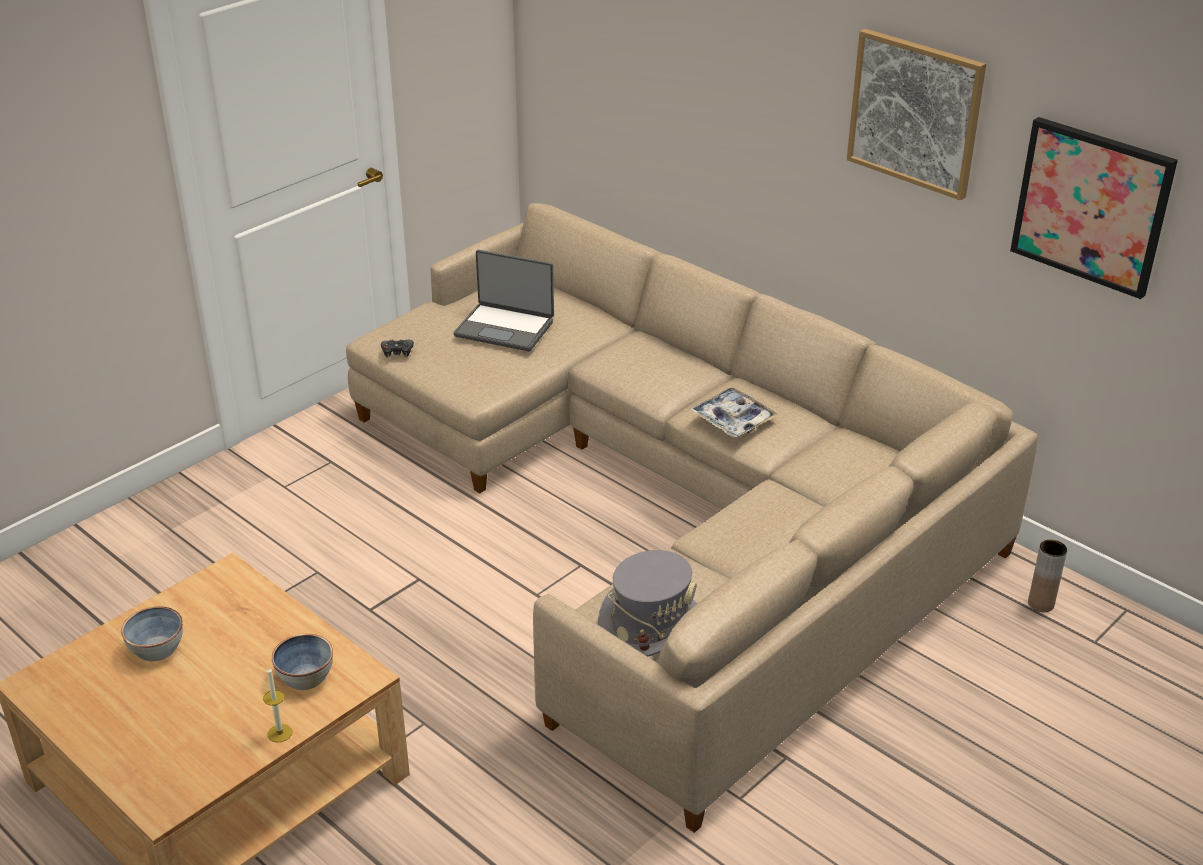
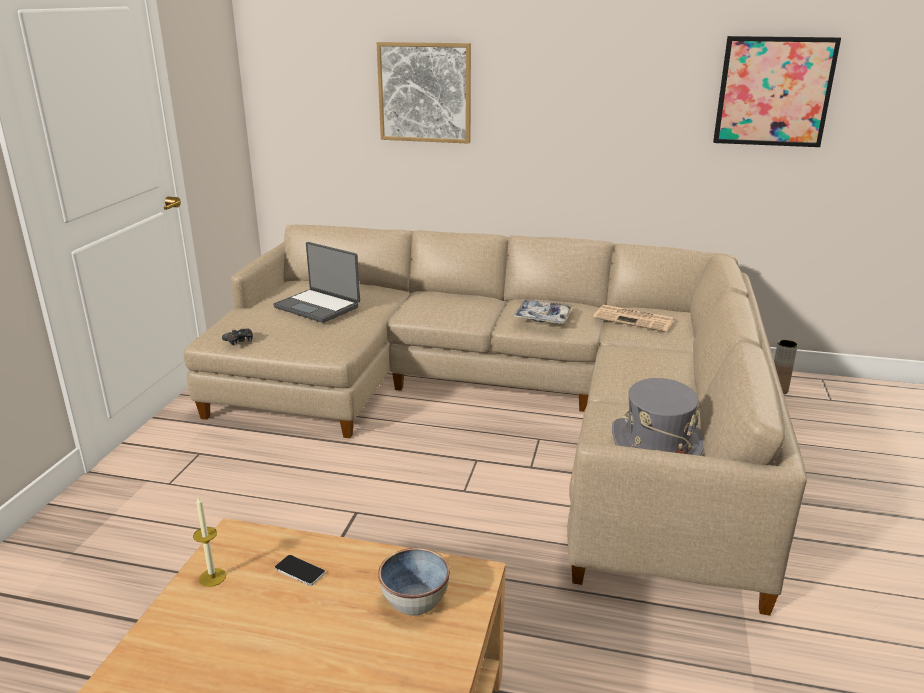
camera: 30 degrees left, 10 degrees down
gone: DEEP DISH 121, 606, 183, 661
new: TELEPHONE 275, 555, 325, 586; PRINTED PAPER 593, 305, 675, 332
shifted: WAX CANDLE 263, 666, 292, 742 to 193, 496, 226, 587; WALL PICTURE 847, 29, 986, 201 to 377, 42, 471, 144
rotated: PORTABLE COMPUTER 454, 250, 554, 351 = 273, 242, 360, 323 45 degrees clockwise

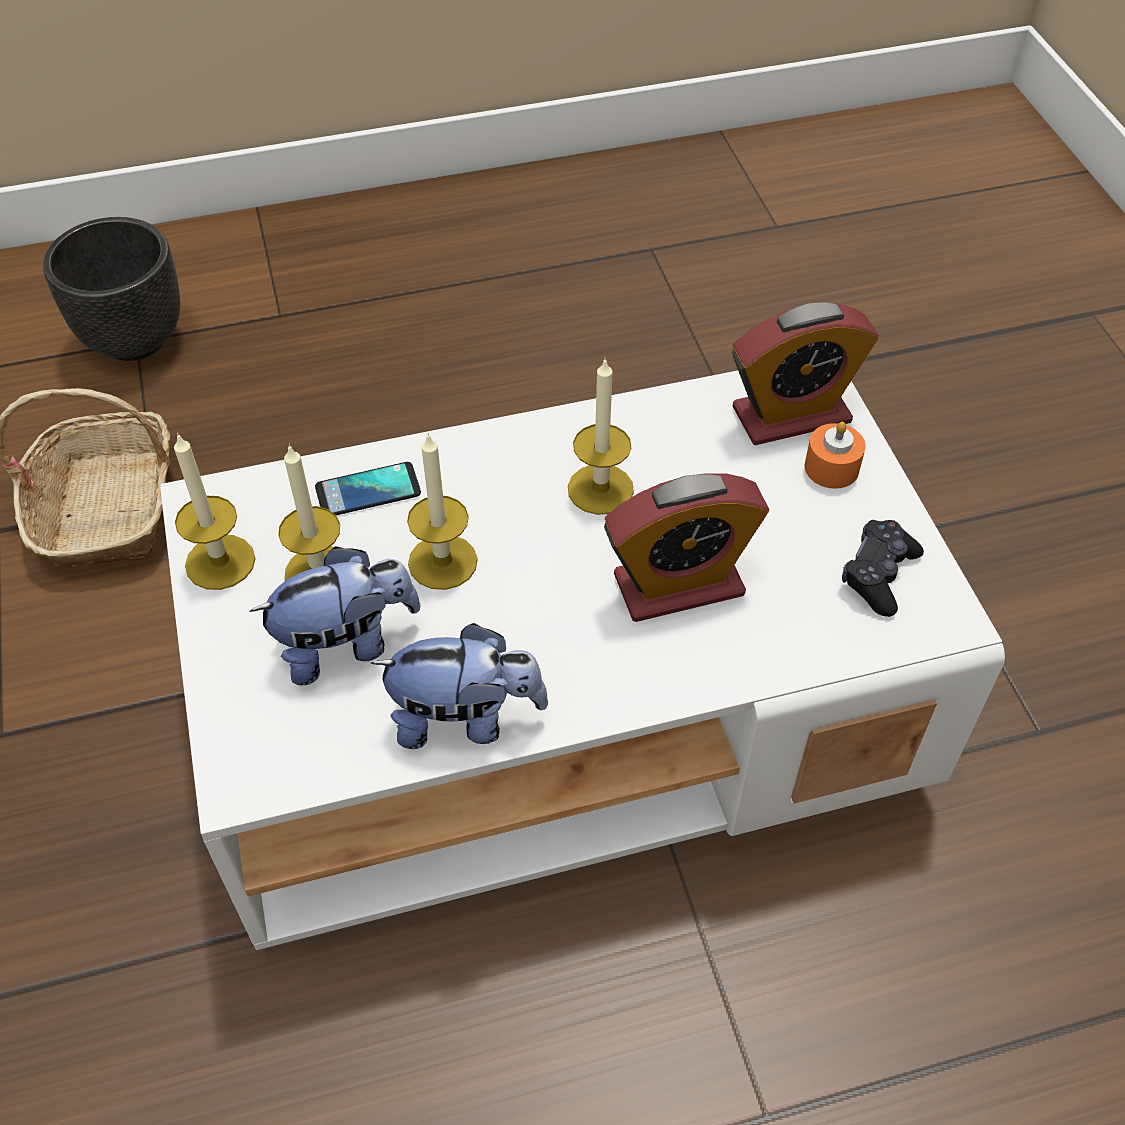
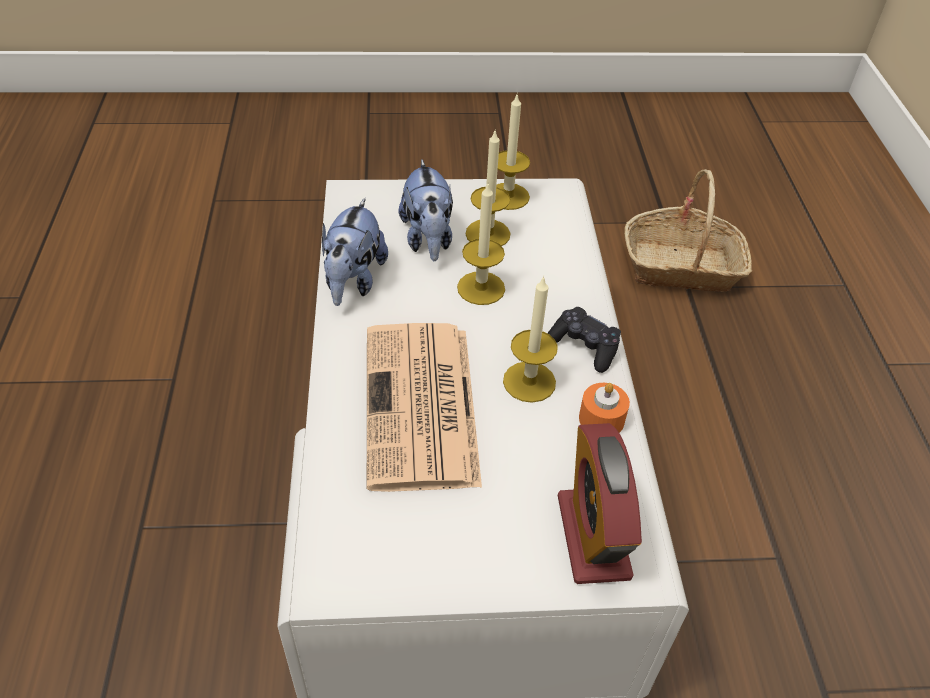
camera: 100 degrees right, 5 degrees down
gone: BLACKISH PLANTER 43, 217, 180, 361; TELEPHONE 315, 462, 421, 515
shifted: ORANGEY WAX CANDLE 805, 422, 866, 489 to 579, 383, 630, 433; BLACKISH GAME CONTROLLER 842, 520, 924, 617 to 548, 307, 621, 373
swapped: TABLE CLOCK 604, 473, 769, 622 to PRINTED PAPER 367, 323, 482, 492

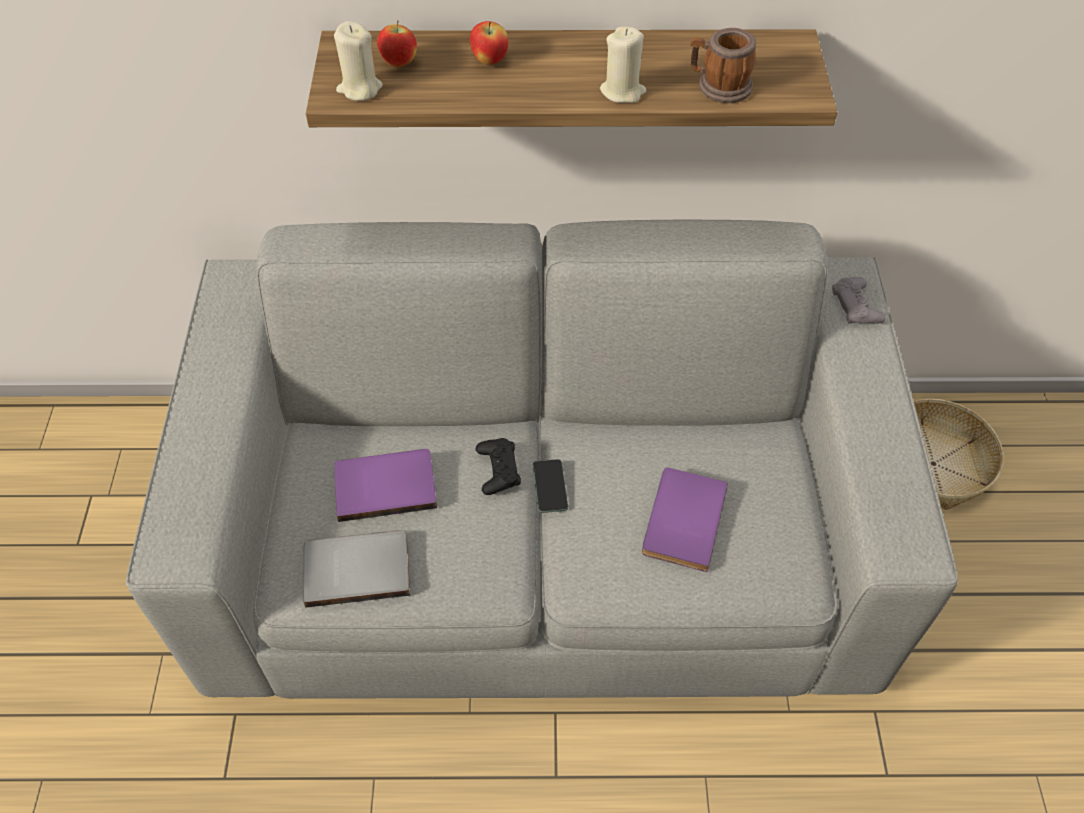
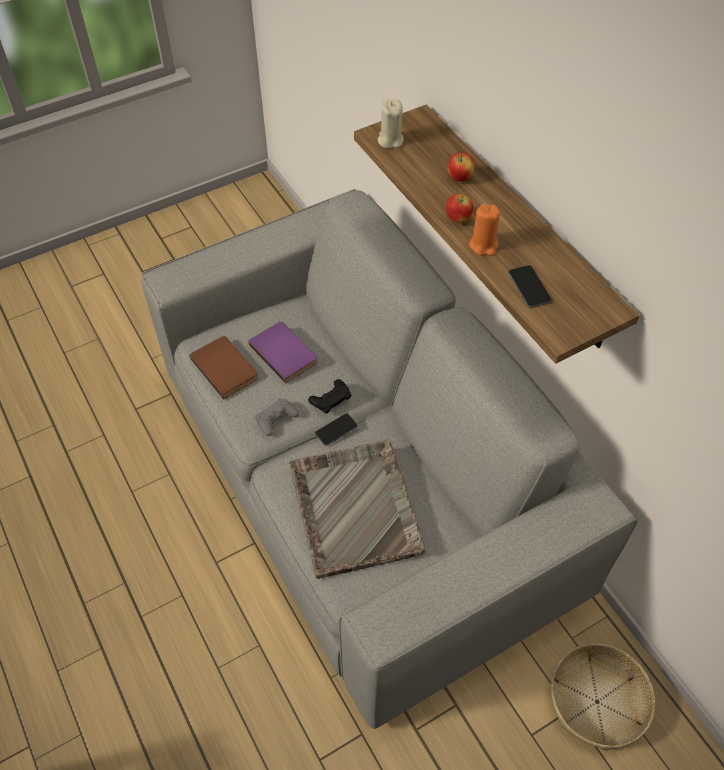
camera: 60 degrees right, 0 degrees up
shifted: APPLE 377, 21, 417, 67 to 446, 194, 473, 223; GREYISH GAME CONTROLLER 832, 277, 886, 324 to 255, 398, 299, 436
swapped: PURPLISH BOUND BOOK 642, 468, 728, 572 to GREYISH TRAY 289, 440, 426, 579; COFFEE MUG 690, 28, 756, 103 to TELEPHONE 508, 265, 552, 308
repainted: GREYISH BOUND BOOK 303, 530, 410, 608 to BROWN-COLOURED BOUND BOOK 189, 336, 258, 399; BEIGE-COLOURED WAX CANDLE 600, 27, 646, 103 to ORANGEY WAX CANDLE 469, 204, 500, 256

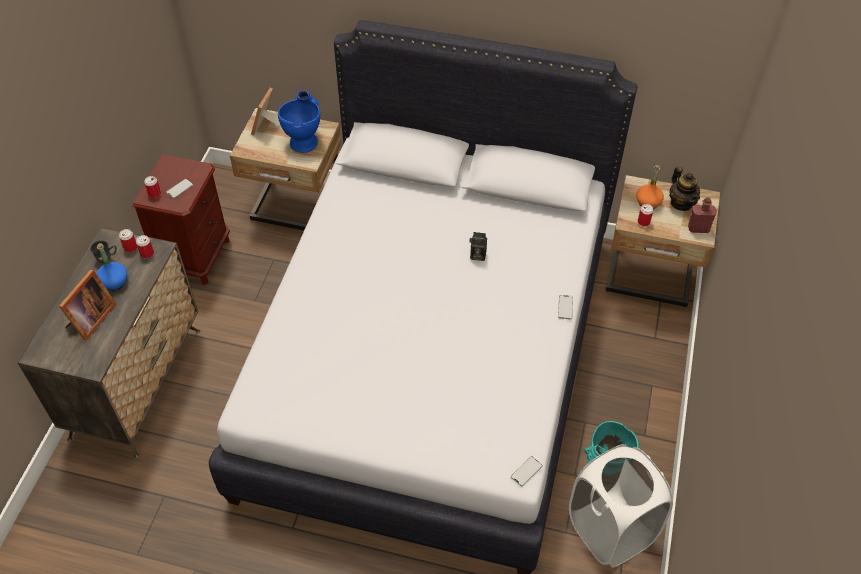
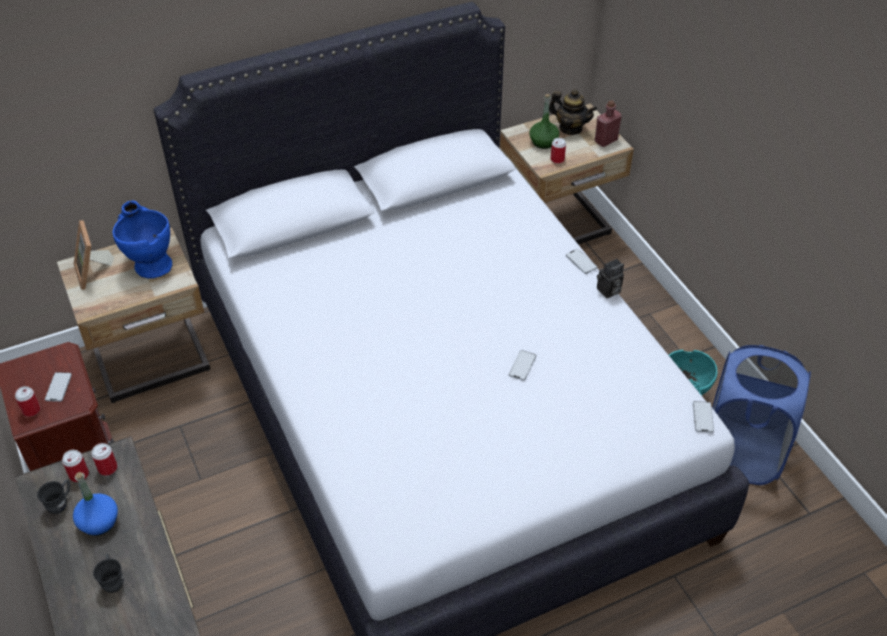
camera: 40 degrees left, 5 degrees down
new: TELEPHONE 509, 350, 536, 381
shifted: STILL CAMERA 469, 232, 487, 261 to 597, 259, 624, 298
swapped: STANDING FRAME 59, 269, 116, 340 to GREYISH COFFEE MUG 93, 554, 124, 593
repainted: WHITE-COLOURED WASHING BASKET 569, 444, 673, 568 to BLUISH WASHING BASKET 712, 345, 811, 485; ORANGEY DRINK BOTTLE 636, 165, 664, 209 to GREEN DRINK BOTTLE 530, 94, 559, 149

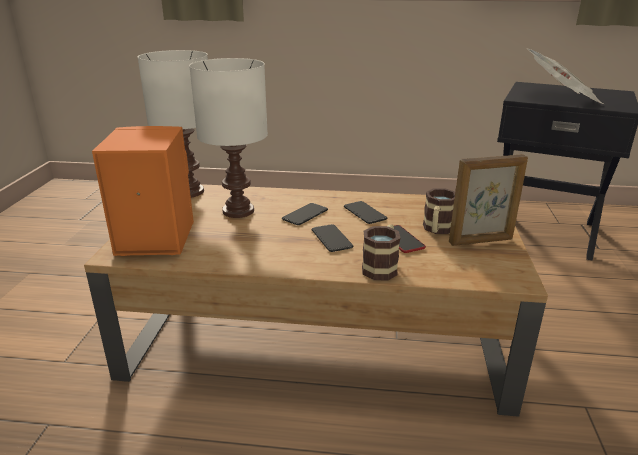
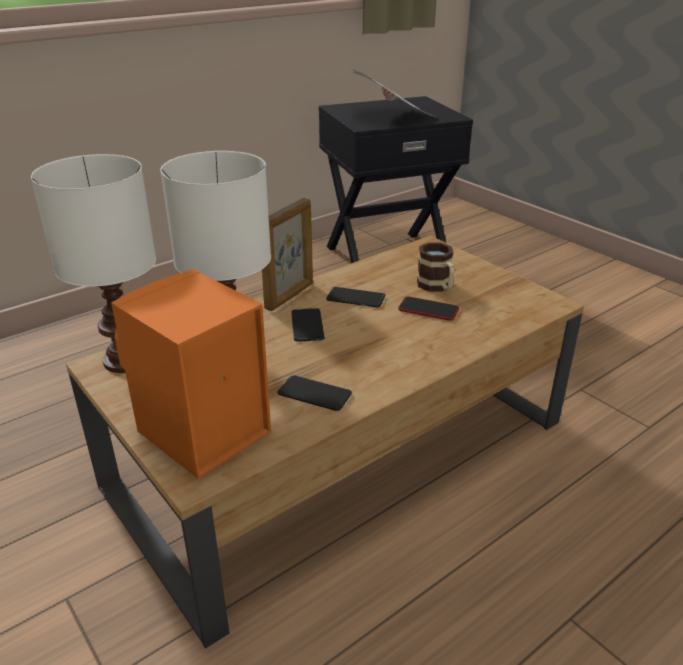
camera: 45 degrees left, 5 degrees up
gone: COFFEE MUG 362, 224, 400, 280
shifted: TELEPHONE 312, 224, 354, 252 to 278, 375, 352, 411; STANDING FRAME 449, 154, 528, 246 to 262, 198, 313, 311

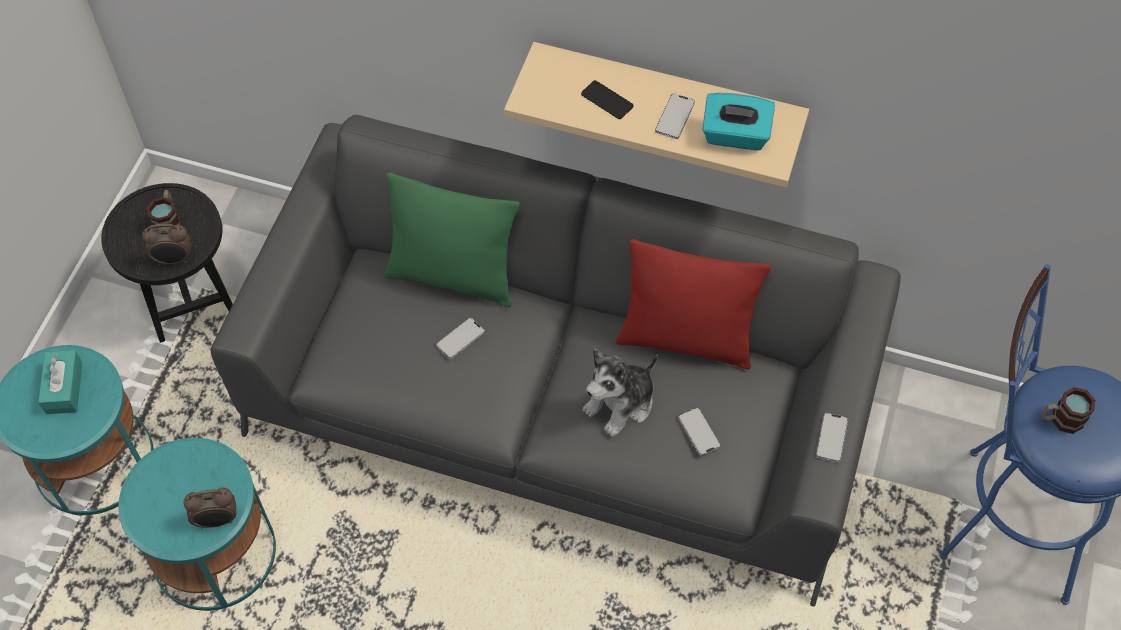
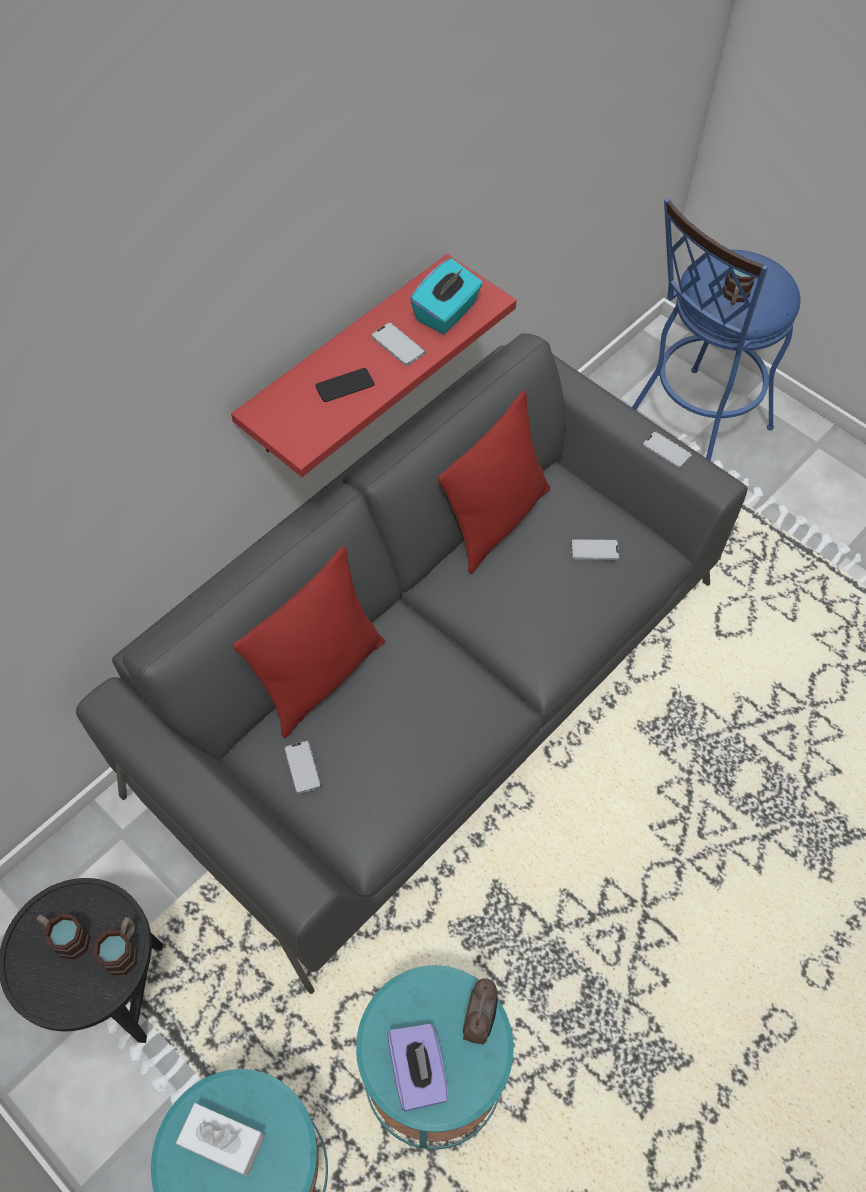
camera: 65 degrees left, 0 degrees up
gone: CUDDLY TOY 583, 349, 658, 437
new: PURPLISH TISSUE BOX 387, 1024, 448, 1111
shifted: TELEPHONE 436, 318, 485, 359 to 284, 741, 321, 794
swapped: TABLE CLOCK 142, 224, 191, 265 to COFFEE MUG 93, 917, 138, 975
repainted: TURQUOISE TISSUE BOX 38, 350, 82, 414 to WHITE-COLOURED TISSUE BOX 176, 1103, 265, 1177; GREEN PILLOW 384, 172, 520, 307 to REDDISH PILLOW 233, 546, 385, 738; BEIGE-COLOURED BRACKET SHELF 504, 42, 809, 187 to REDDISH BRACKET SHELF 231, 254, 517, 477

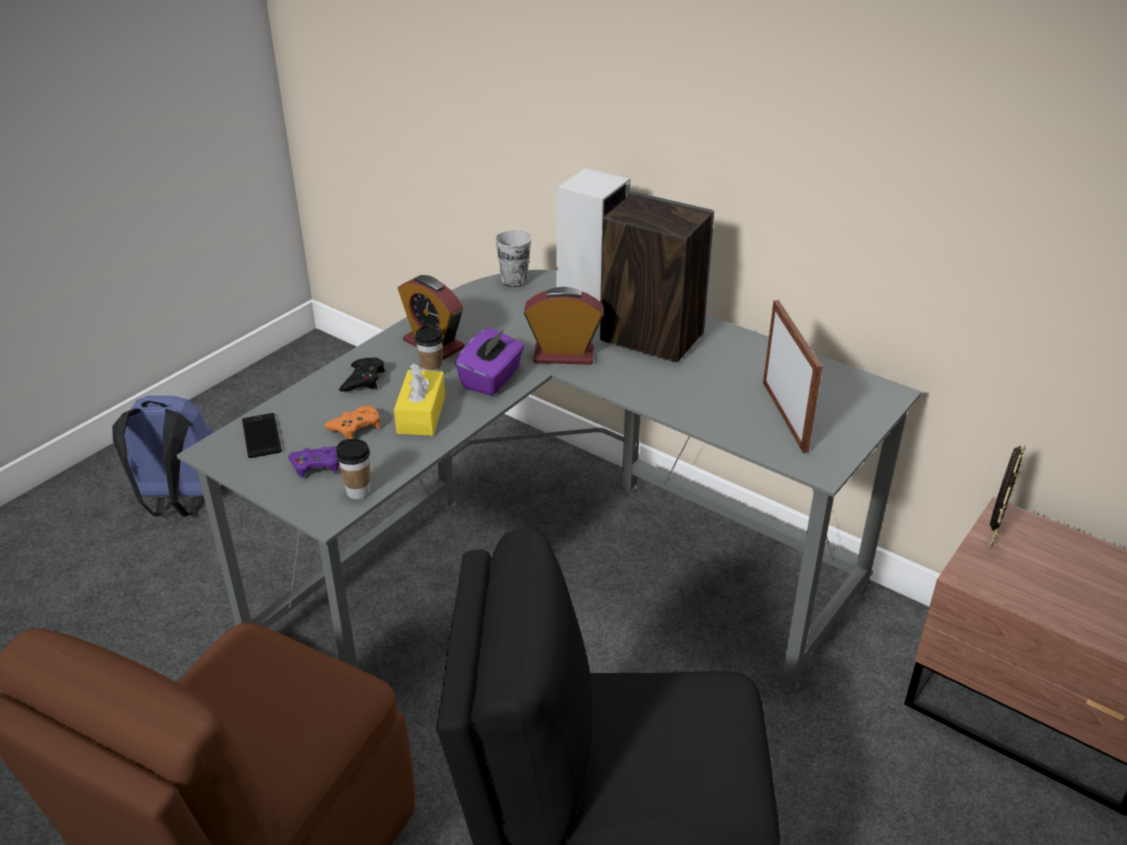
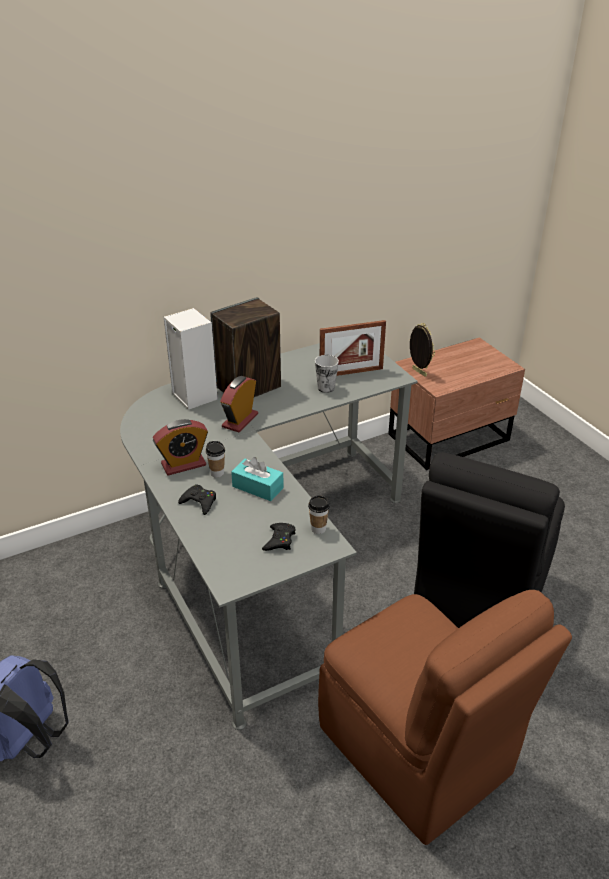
camera: 65 degrees left, 0 degrees up
gone: TELEPHONE 242, 413, 282, 458; ORANGEY GAME CONTROLLER 324, 405, 380, 439; PURPLISH TISSUE BOX 455, 327, 525, 396
shifted: SMALL CUP 495, 230, 531, 287 to 315, 355, 339, 393
repainted: PURPLISH GAME CONTROLLER 288, 446, 339, 478 to BLACKISH GAME CONTROLLER 262, 523, 296, 551; YELLOW TISSUE BOX 394, 364, 445, 436 to TURQUOISE TISSUE BOX 231, 457, 284, 501
rotated: STANDING FRAME 763, 300, 823, 453 = 320, 320, 386, 376 150 degrees clockwise

